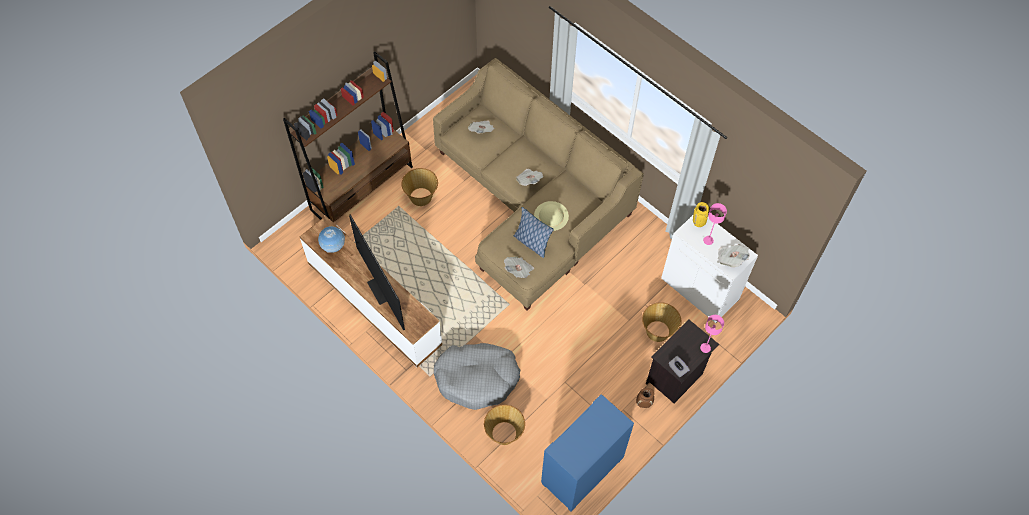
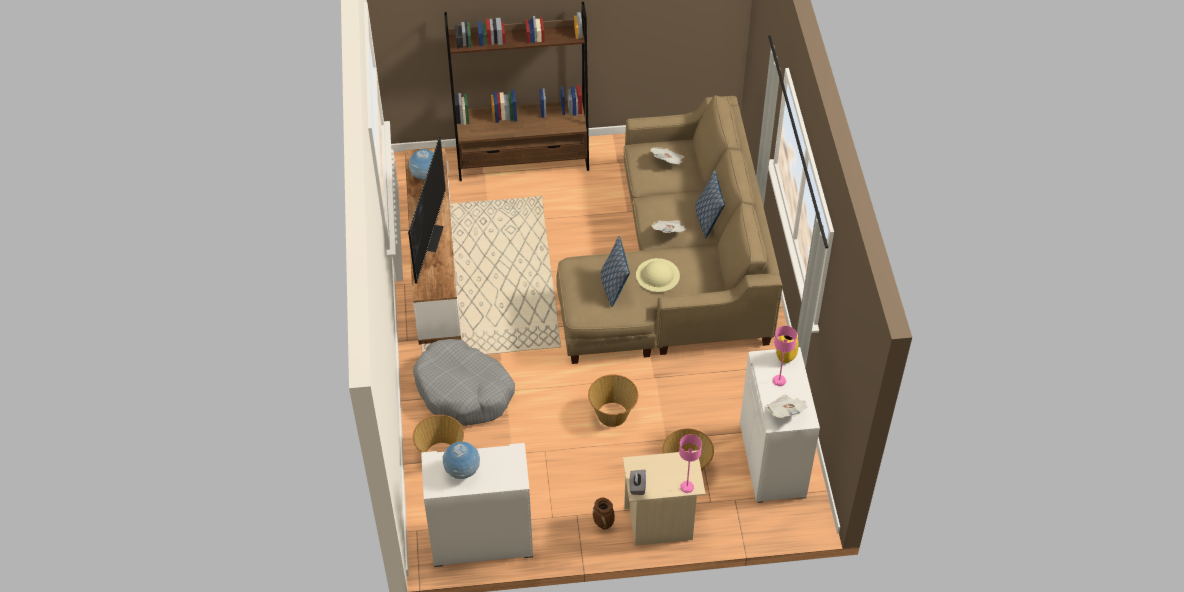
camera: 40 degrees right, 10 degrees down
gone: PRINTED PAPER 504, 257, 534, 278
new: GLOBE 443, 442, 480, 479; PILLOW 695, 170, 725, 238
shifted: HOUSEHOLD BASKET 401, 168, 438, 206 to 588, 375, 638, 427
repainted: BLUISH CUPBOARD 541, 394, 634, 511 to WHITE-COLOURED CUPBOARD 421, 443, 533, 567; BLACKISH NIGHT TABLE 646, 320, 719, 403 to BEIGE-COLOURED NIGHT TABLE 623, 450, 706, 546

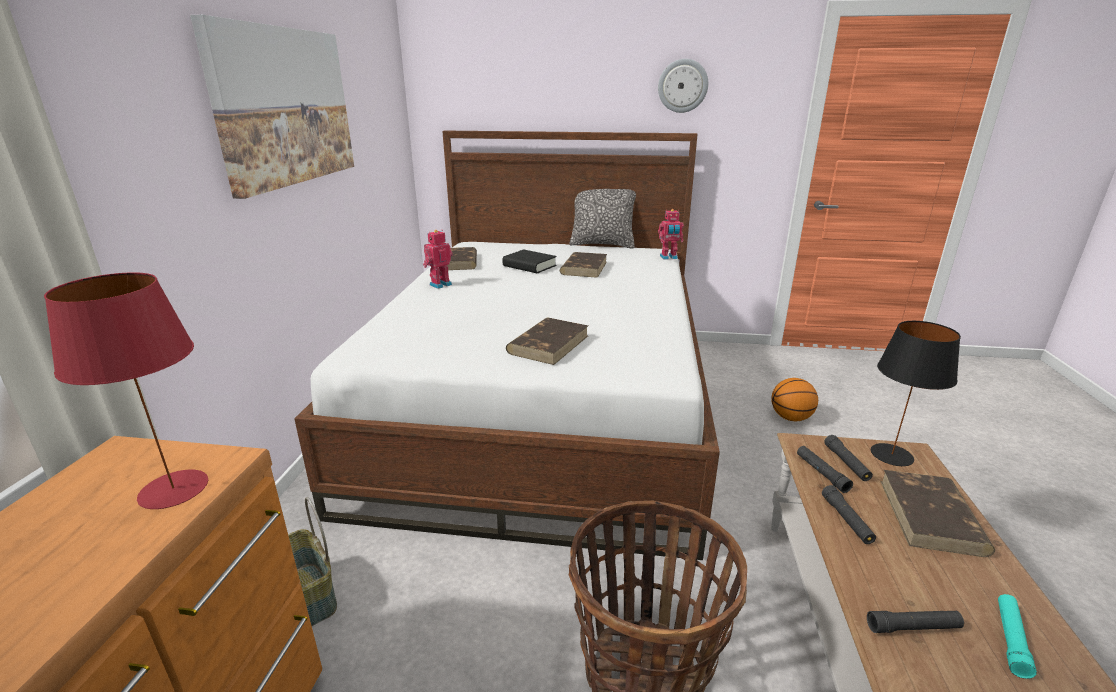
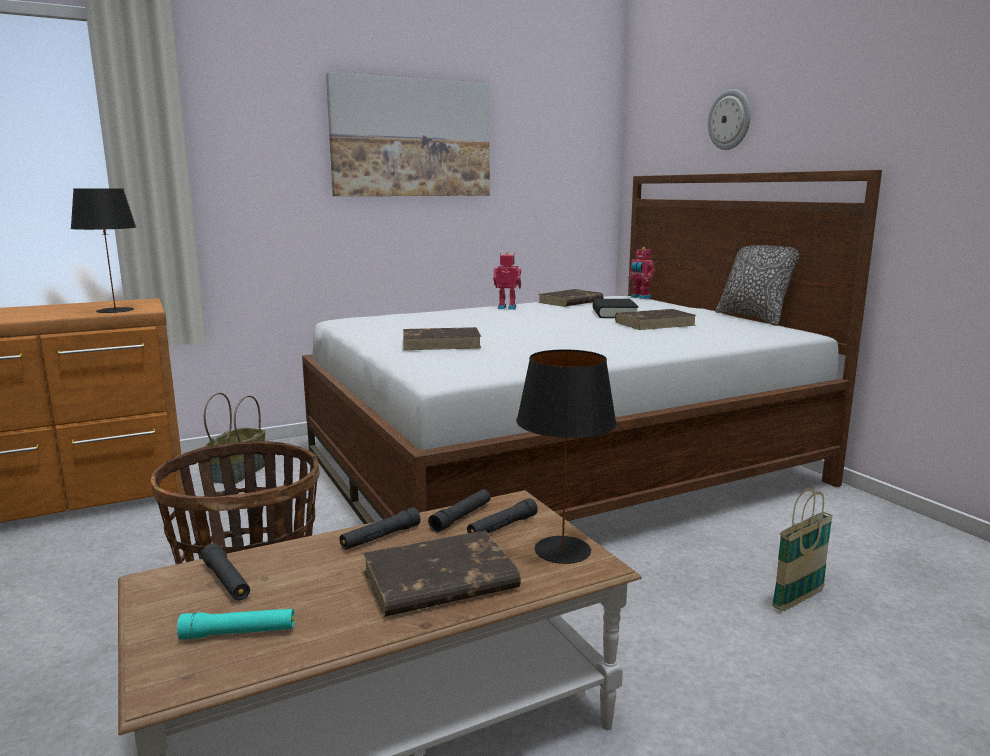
camera: 55 degrees right, 10 degrees down
shifted: CLOCK ON THE WALL 658, 59, 708, 113 to 708, 89, 751, 150; MODEL ROBOT 658, 209, 684, 260 to 628, 247, 655, 299
swapped: BASKETBALL 771, 378, 818, 421 to HOUSEHOLD BASKET 772, 488, 833, 611
repainted: REDDISH LAMP FOR A TABLE 44, 272, 208, 509 to BLACKISH LAMP FOR A TABLE 70, 189, 136, 313

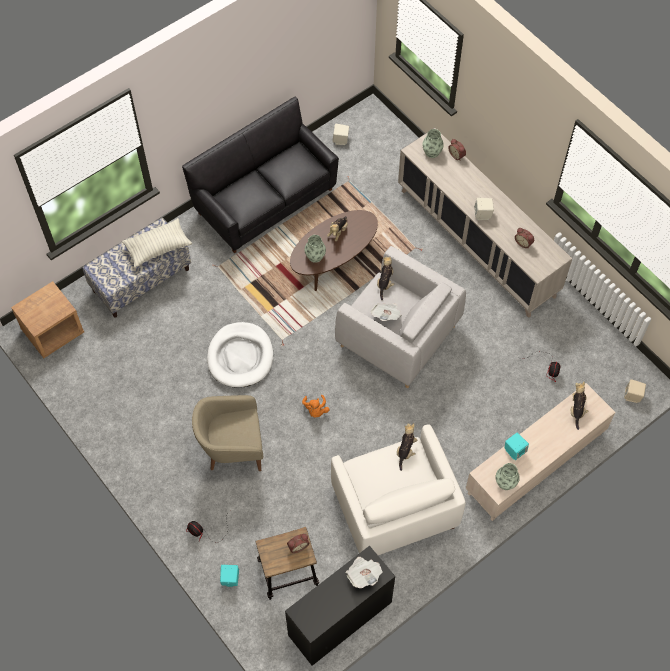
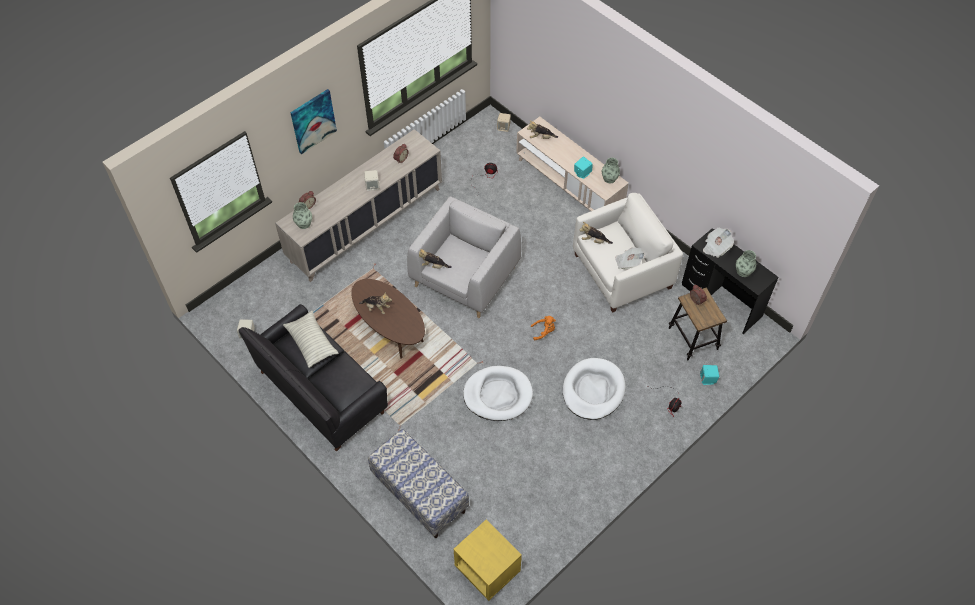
camera: 95 degrees left, 5 degrees down
new: WALL PICTURE 290, 89, 337, 154
shifted: PILLOW 122, 218, 192, 268 to 283, 310, 339, 368; VASE 305, 235, 326, 263 to 736, 250, 756, 277; PRINTED PAPER 371, 303, 402, 321 to 615, 248, 645, 269
swapped: BEIGE-COLOURED LOUNGE CHAIR 192, 395, 263, 471 to WHITE-COLOURED DOG BED 563, 358, 626, 420
repainted: BROWN-COLOURED NIGHT TABLE 11, 281, 84, 358 to YELLOW NIGHT TABLE 453, 520, 522, 601

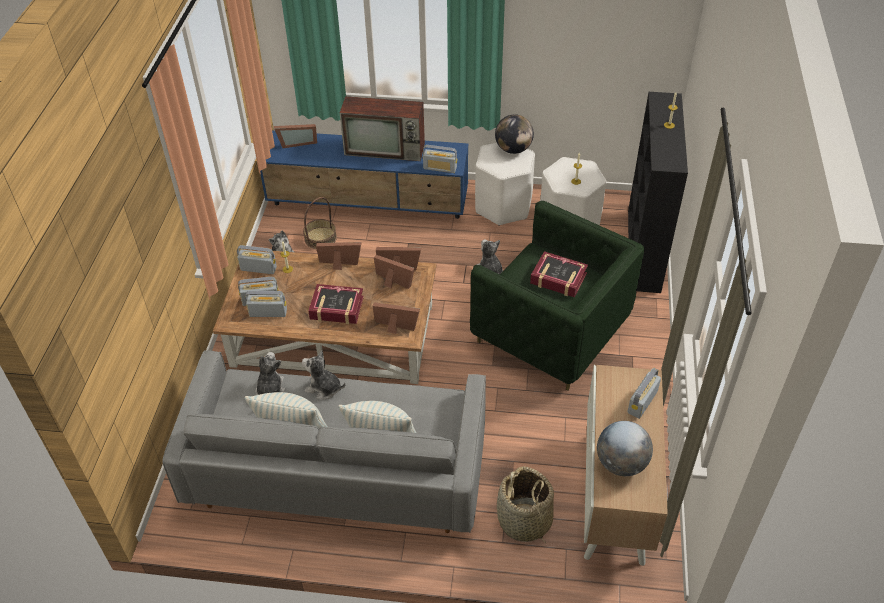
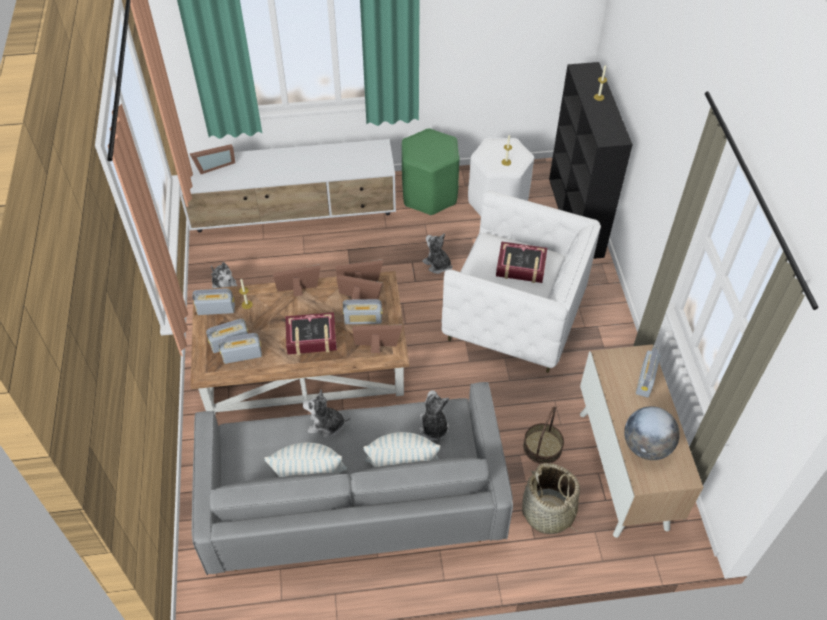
camera: 15 degrees left, 5 degrees up
gone: TELEVISION 340, 96, 425, 161; GLOBE 495, 114, 534, 154
shifted: CUDDLY TOY 256, 352, 285, 395 to 419, 390, 449, 442; HOUSEHOLD BASKET 303, 197, 337, 249 to 523, 406, 564, 464; RADIO RECEIVER 423, 145, 457, 173 to 343, 299, 382, 324
repainted: BLUISH TV STAND 260, 131, 469, 219 to WHITE-COLOURED TV STAND 180, 139, 396, 232; GREEN LOUNGE CHAIR 470, 201, 645, 390 to WHITE-COLOURED LOUNGE CHAIR 441, 191, 601, 373; WHITE-COLOURED SITTING STOOL 475, 143, 535, 226 to GREEN SITTING STOOL 402, 128, 460, 215

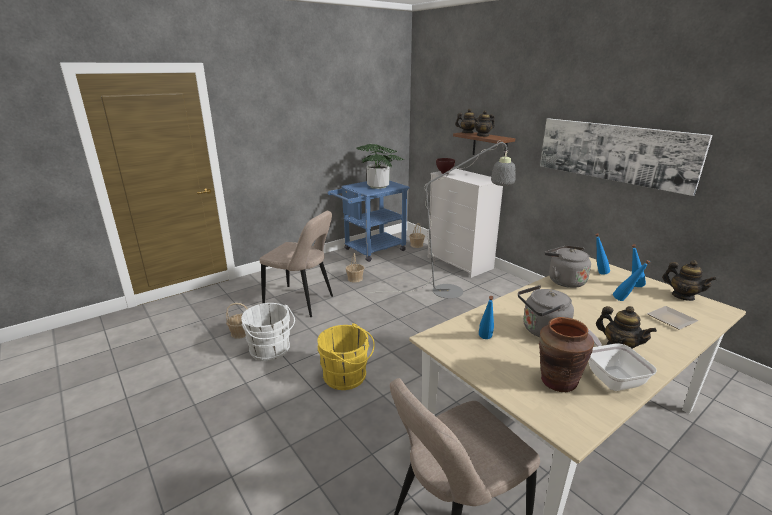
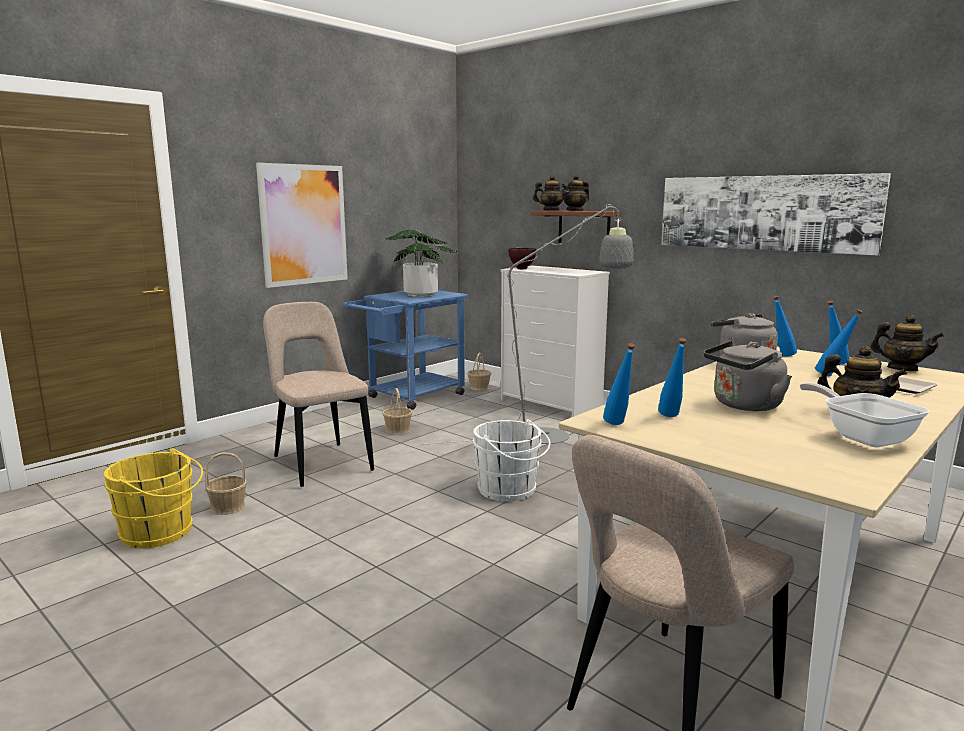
camera: 10 degrees left, 10 degrees down
gone: BROWN-COLOURED VASE 539, 317, 594, 392
new: WALL PICTURE 256, 163, 348, 288; BLUISH DRINK BOTTLE 603, 343, 635, 425
shifted: WHITE-COLOURED BUCKET 241, 303, 295, 361 to 472, 419, 550, 502; YELLOW BUCKET 317, 323, 375, 390 to 104, 448, 203, 548
rotated: BEIGE-COLOURED UPRIGHT CHAIR 260, 210, 333, 317 = 263, 302, 374, 487 135 degrees counterclockwise

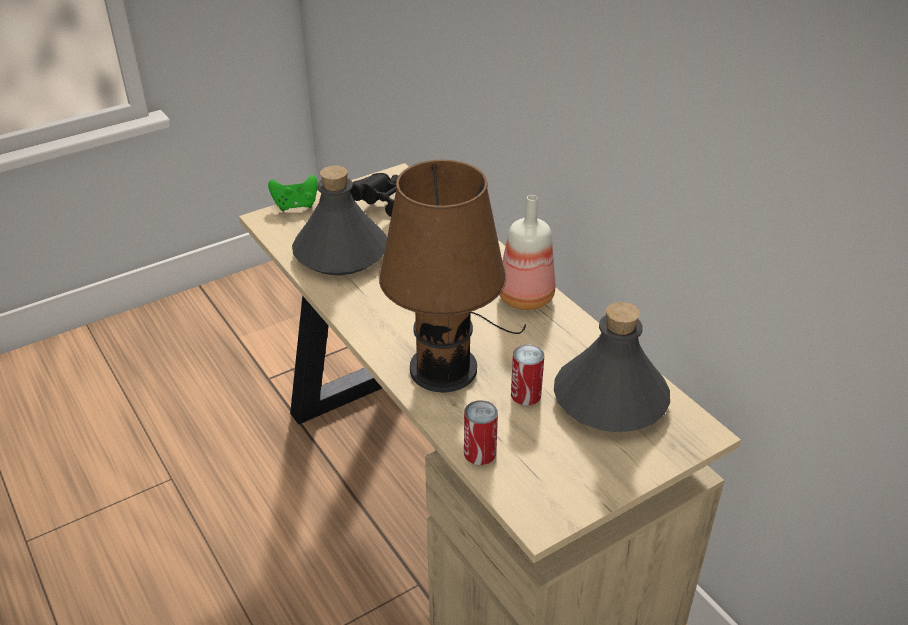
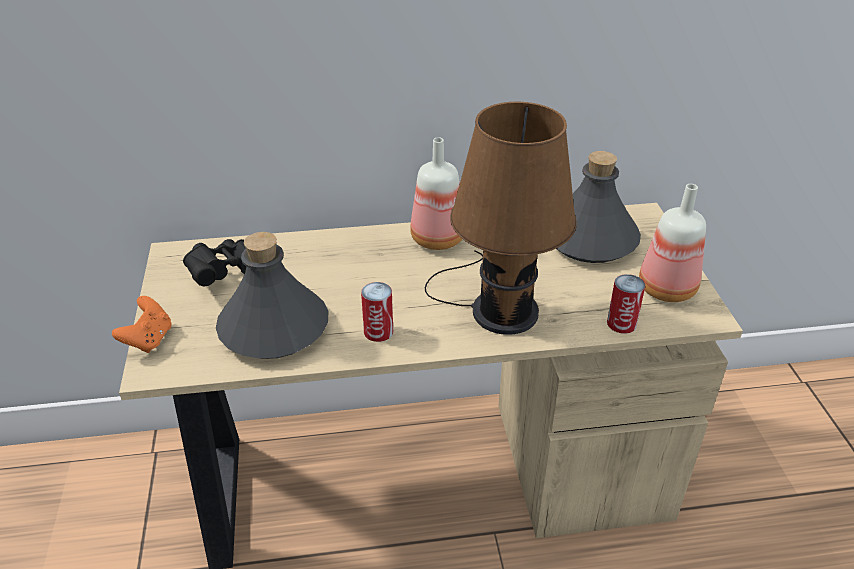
camera: 65 degrees left, 0 degrees up
new: DRINK BOTTLE 639, 184, 706, 302
shifted: CAN 511, 344, 544, 406 to 361, 282, 393, 342
repainted: GREEN GAME CONTROLLER 268, 175, 318, 211 to ORANGEY GAME CONTROLLER 112, 296, 172, 353

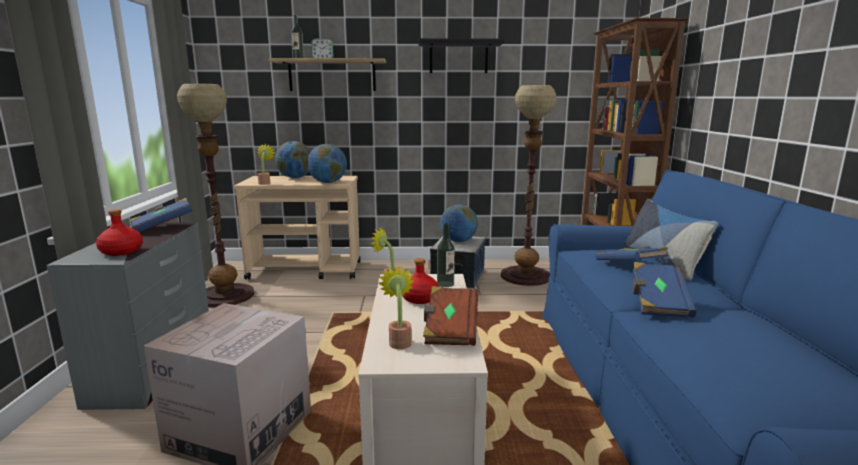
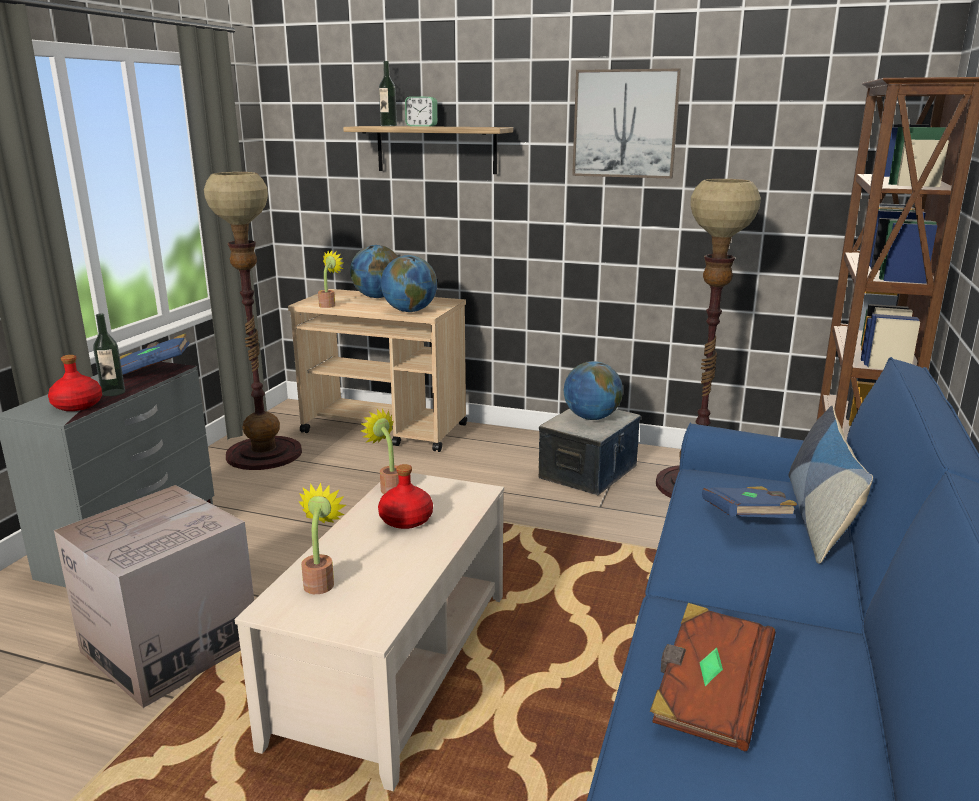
camera: 20 degrees right, 5 degrees up
gone: BLUISH BOUND BOOK 632, 262, 696, 317
shifted: BROWN-COLOURED BOUND BOOK 423, 286, 478, 346 to 650, 603, 776, 751; DRINK BOTTLE 437, 223, 455, 287 to 93, 313, 125, 396
swapped: BLACKISH BRACKET SHELF 419, 38, 505, 73 to WALL PICTURE 572, 69, 681, 179

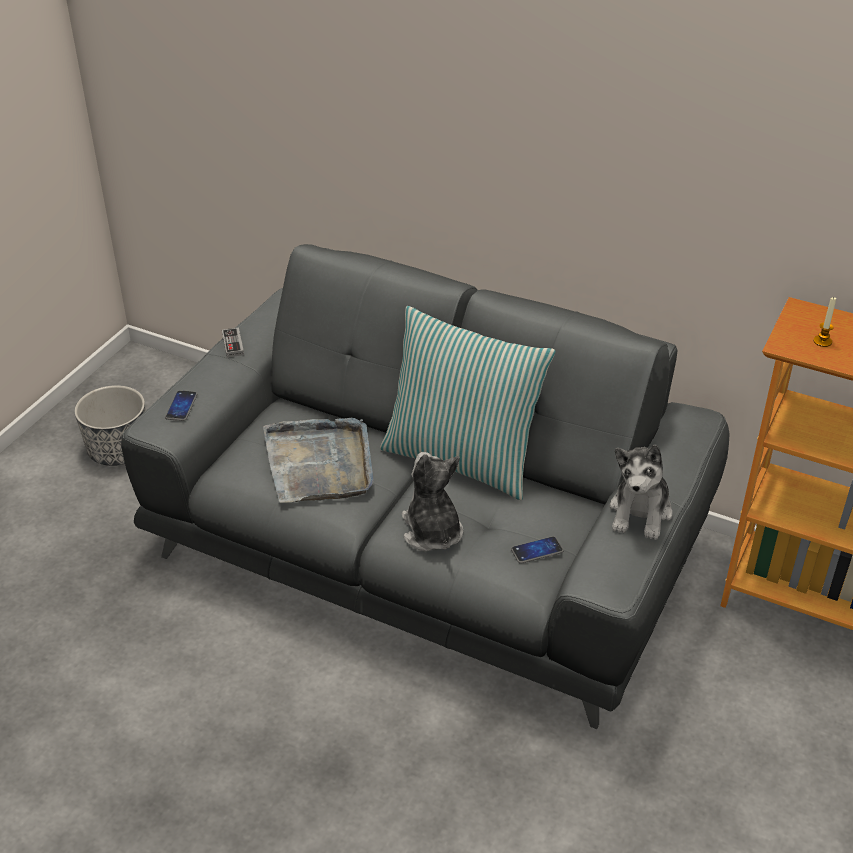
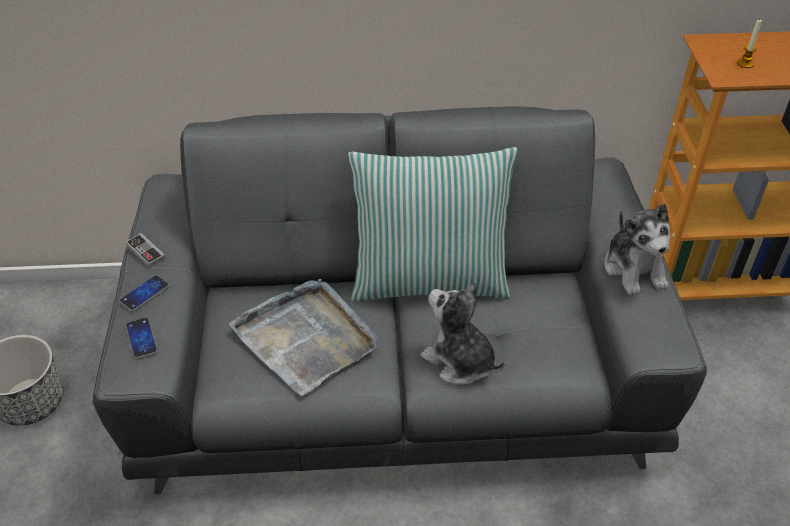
camera: 30 degrees left, 5 degrees up
shifted: TELEPHONE 511, 536, 564, 564 to 119, 275, 170, 312

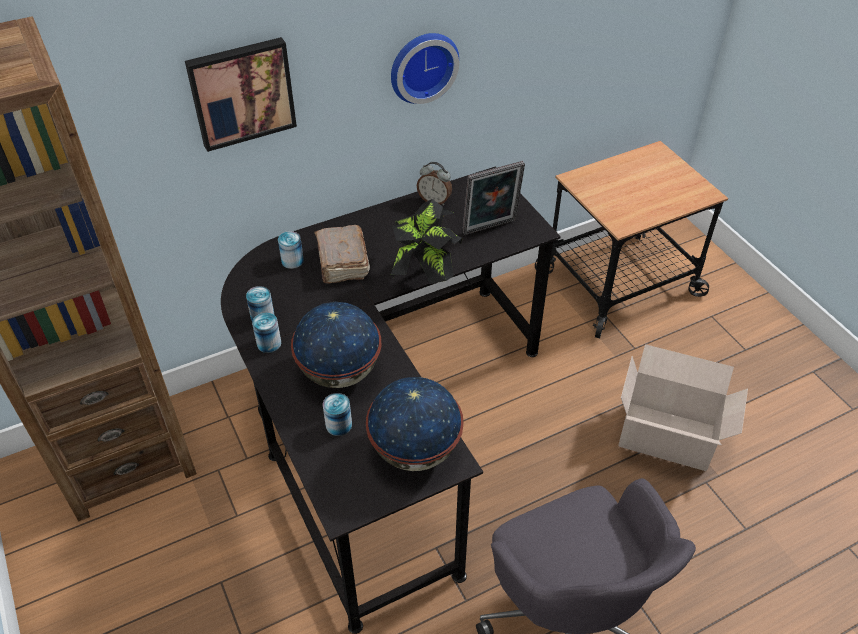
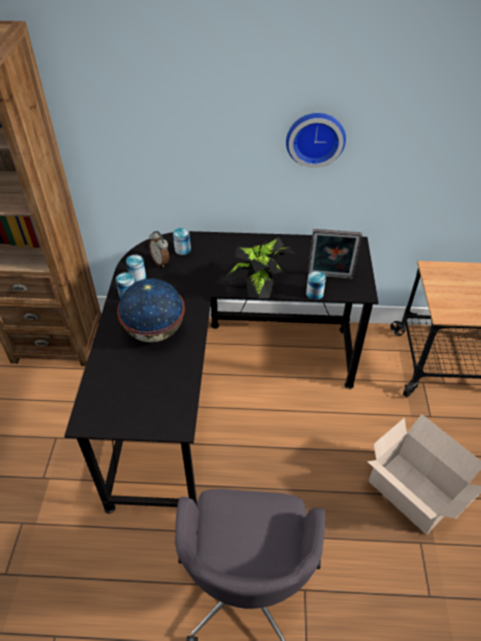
camera: 30 degrees right, 0 degrees up
gone: WALL PICTURE 185, 37, 297, 152; BROWN-COLOURED BOUND BOOK 314, 225, 370, 284; GLOBE 366, 377, 463, 471
shifted: CAN 323, 393, 352, 436 to 306, 271, 326, 300; TABLE CLOCK 417, 162, 452, 206 to 149, 231, 169, 268

